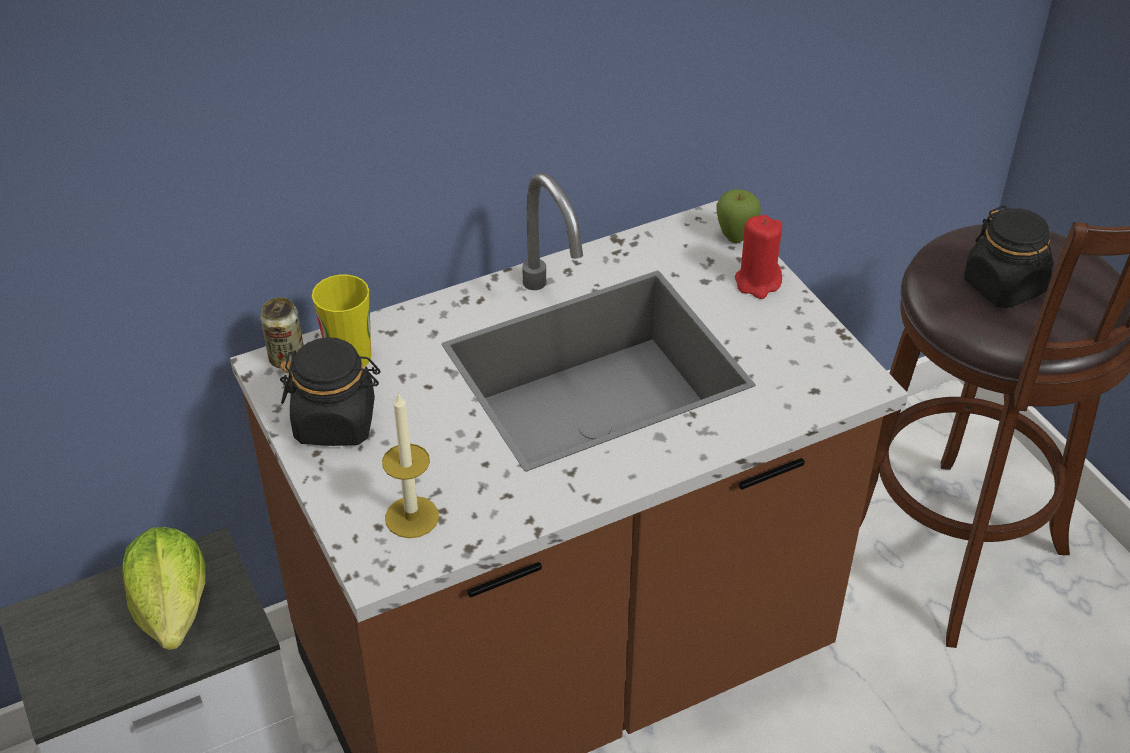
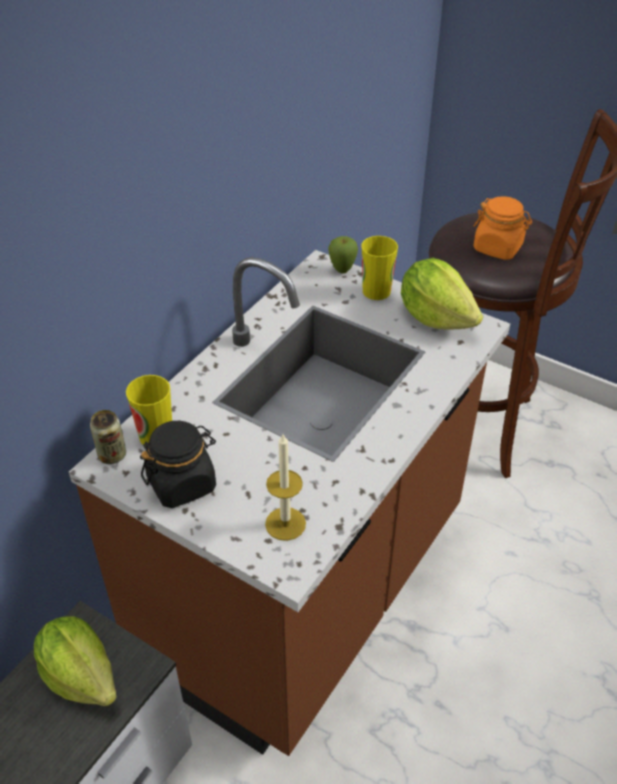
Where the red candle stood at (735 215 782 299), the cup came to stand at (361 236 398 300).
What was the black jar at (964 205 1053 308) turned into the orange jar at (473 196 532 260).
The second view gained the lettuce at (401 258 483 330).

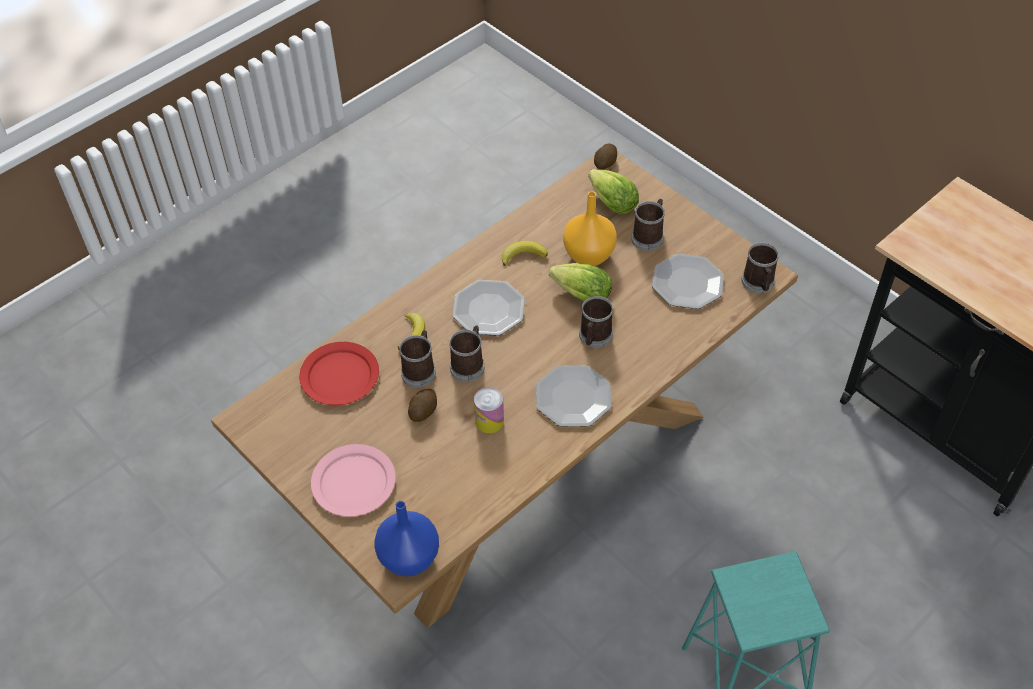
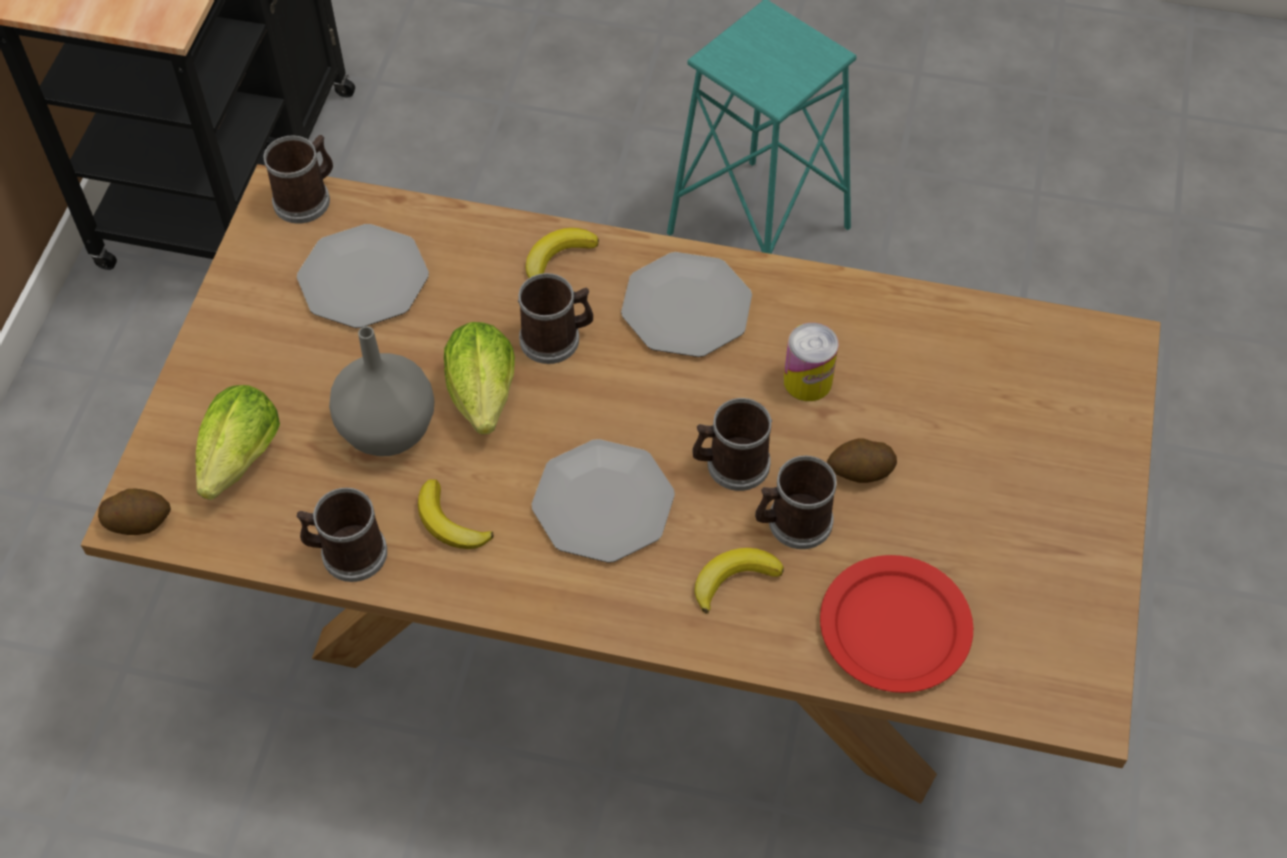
The second view lost the pink plate at (311 444 396 517).
The second view lost the blue vase at (374 501 439 577).
What was the orange vase at (563 191 617 266) turned into the grey vase at (329 326 434 456).
The mug ended up elsewhere, having gone from (631 199 665 251) to (297 488 387 582).
The second view gained the banana at (526 228 599 278).

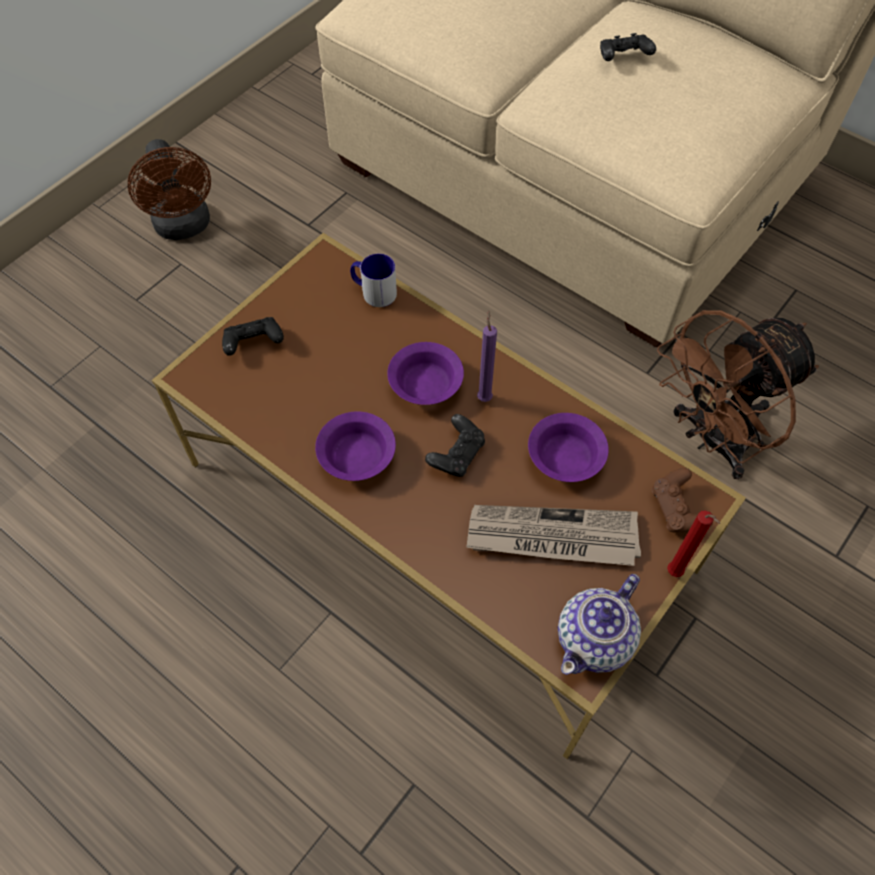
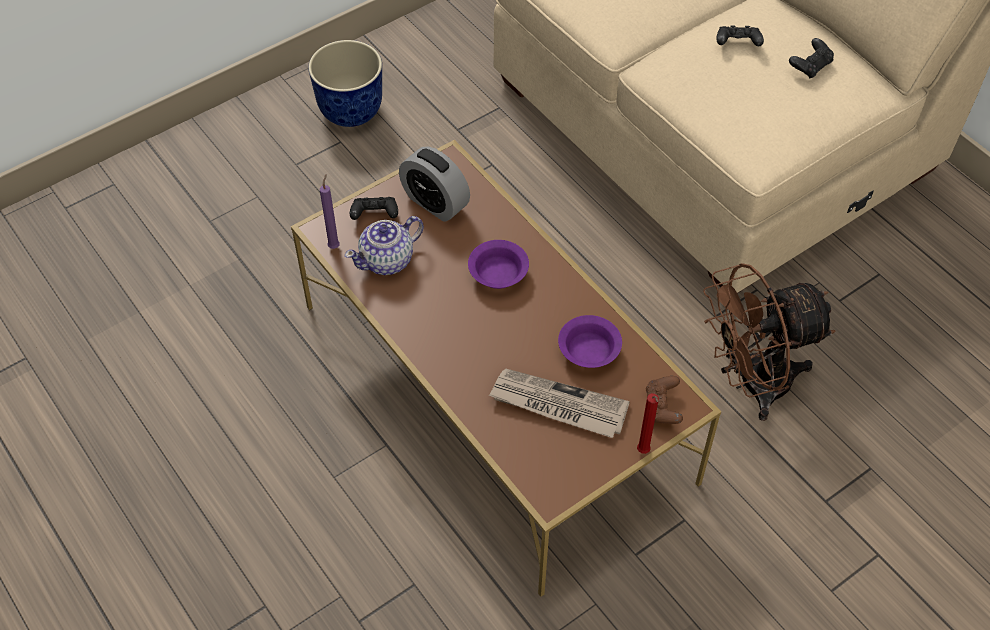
Where the brown fan stood at (128 139 211 240), the planter came to stand at (308 40 382 127).
The second view lost the purple bowl at (315 411 396 481).
The second view lost the mug at (350 254 397 307).
The black game controller ended up elsewhere, having gone from (425 414 485 477) to (789 38 834 79).
The purple candle ended up elsewhere, having gone from (477 310 497 402) to (320 174 340 249).
The teapot ended up elsewhere, having gone from (558 574 641 675) to (345 216 424 275).
The second view gained the alarm clock at (399 146 470 221).

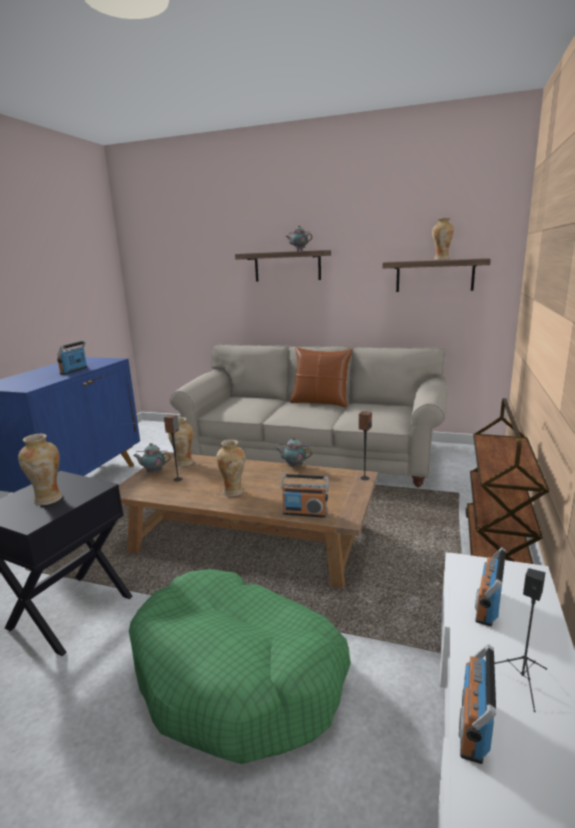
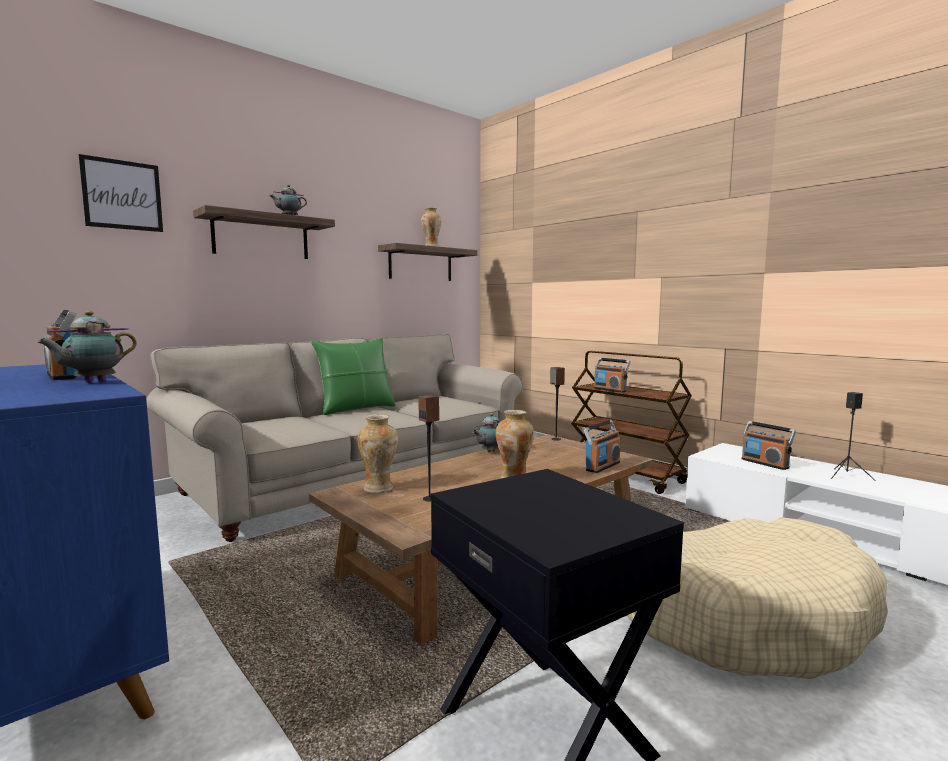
The second view lost the vase at (18 434 62 505).
What was the green dog bed at (129 569 351 764) turned into the beige dog bed at (627 517 888 679).
The teapot ended up elsewhere, having gone from (133 443 171 473) to (37 311 137 383).
What was the brown pillow at (290 347 353 408) turned into the green pillow at (311 338 395 415).
The radio ended up elsewhere, having gone from (459 644 496 764) to (594 358 630 393).
The second view gained the picture at (79 154 163 232).

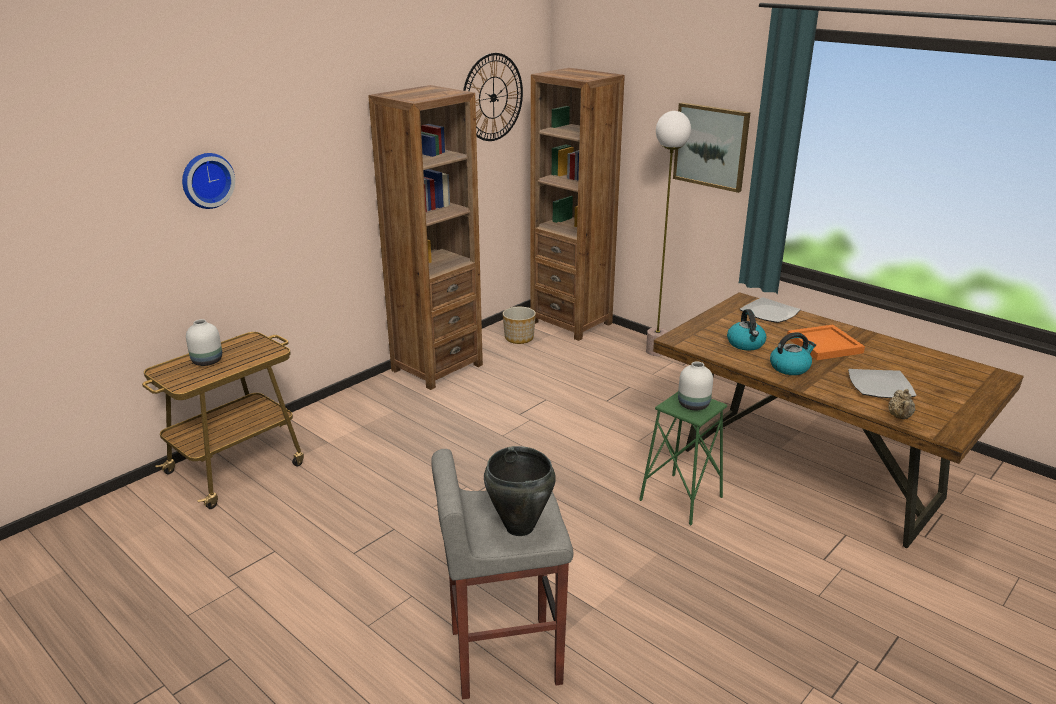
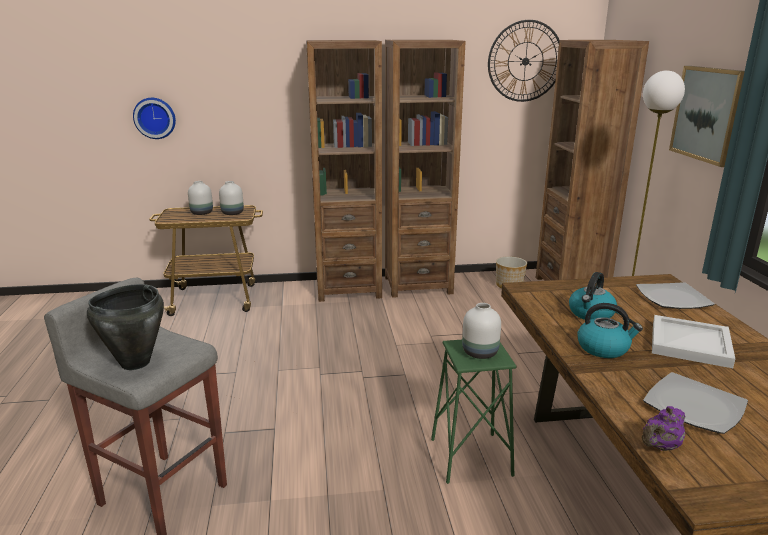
The wall clock ended up elsewhere, having gone from (182 153 235 209) to (133 98 176 139).
What was the orange tray at (787 325 865 360) turned into the white tray at (652 315 735 368).
What was the beige teapot at (888 389 915 419) turned into the purple teapot at (642 406 685 451).
The second view gained the white vase at (219 181 244 215).
The second view gained the brown bookcase at (306 40 382 302).

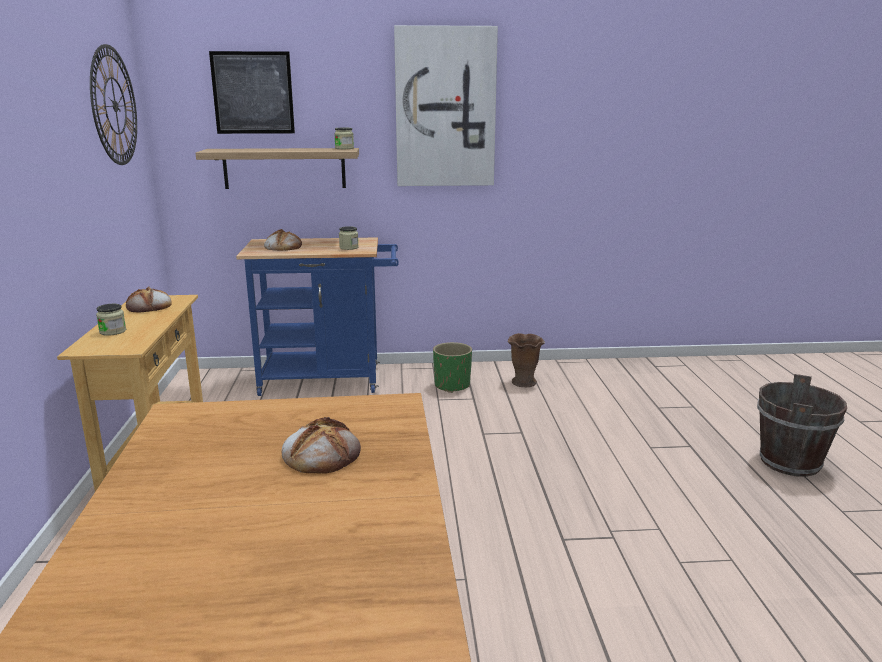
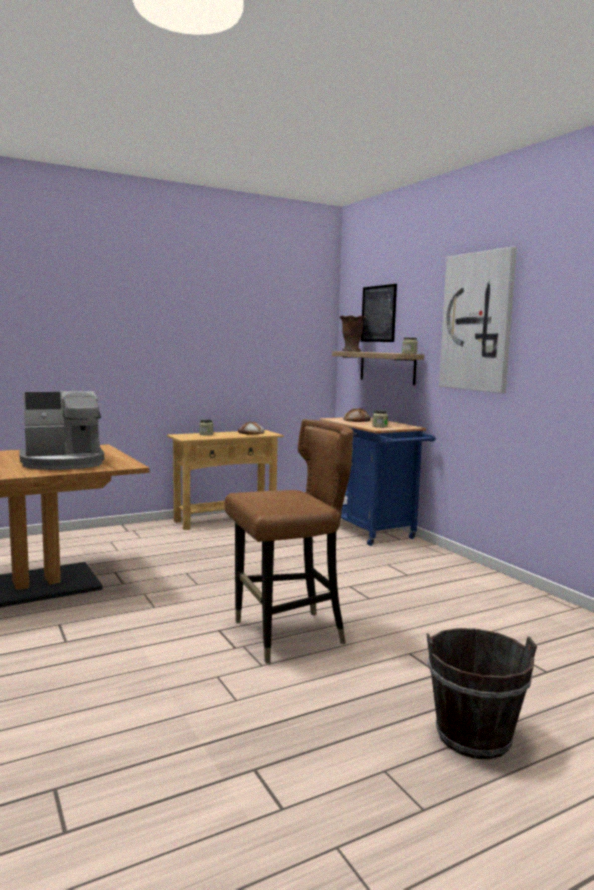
The second view lost the wall clock at (90 44 137 165).
Where the bread stood at (282 417 361 474), the coffee machine came to stand at (19 391 104 470).
The second view lost the green planter at (433 342 472 393).
The brown vase ended up elsewhere, having gone from (508 333 545 387) to (339 315 366 352).
The second view gained the brown chair at (225 419 354 664).

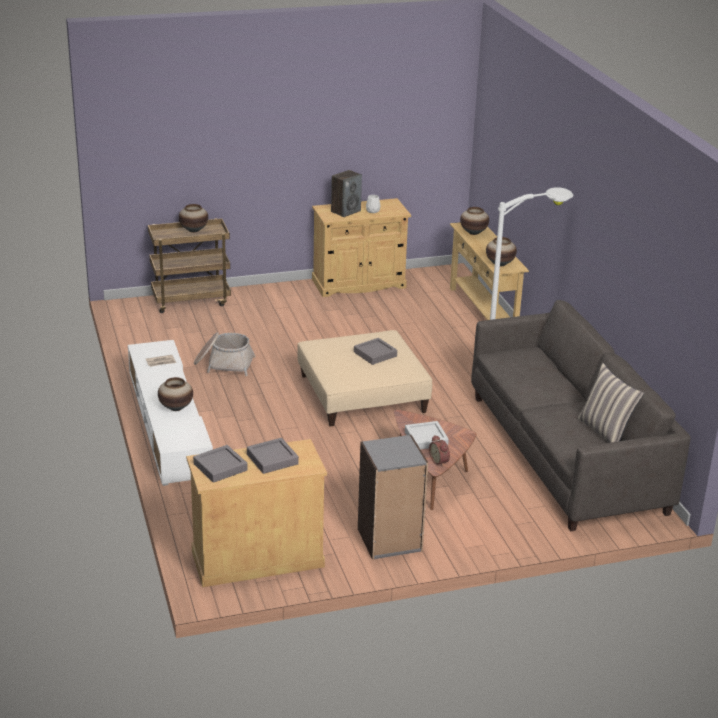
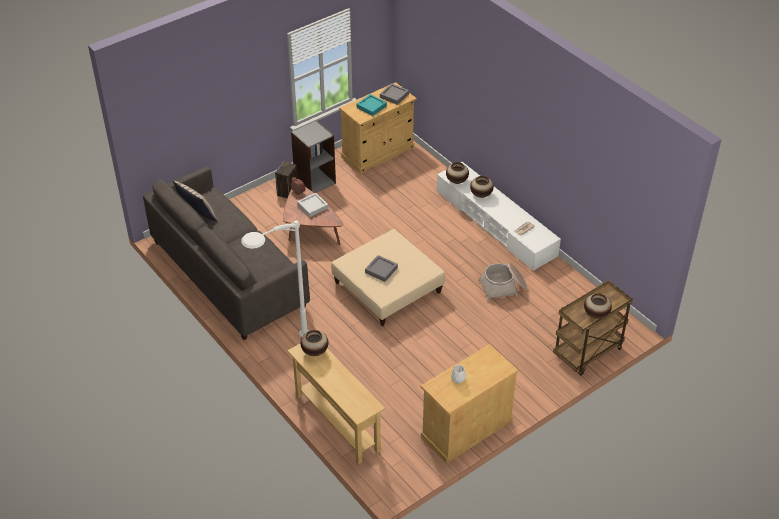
What was the grey tray at (247 438 299 474) turned into the turquoise tray at (356 94 387 116).
The speaker ended up elsewhere, having gone from (331 170 362 217) to (275 161 297 198).
The vase ended up elsewhere, having gone from (460 207 489 235) to (446 162 469 184).

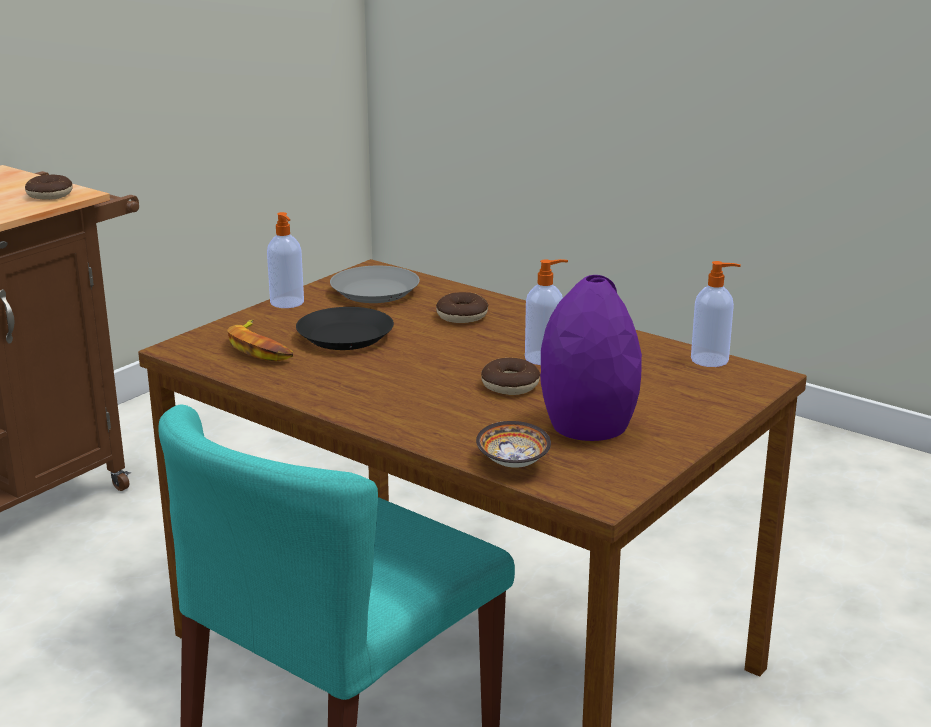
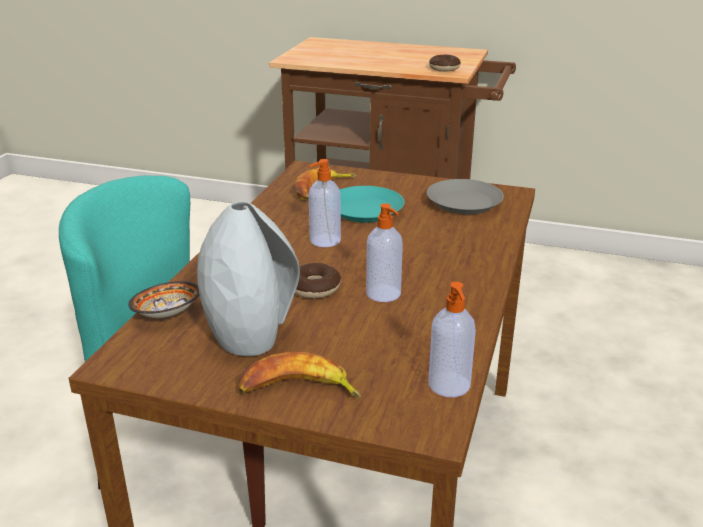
The soap dispenser ended up elsewhere, having gone from (267 212 304 308) to (309 159 341 247).
What was the black plate at (296 307 394 350) turned into the turquoise plate at (340 186 404 223).
The second view lost the donut at (436 292 489 323).
What was the purple vase at (540 275 642 441) turned into the grey vase at (197 201 300 356).
The second view gained the banana at (238 352 361 398).

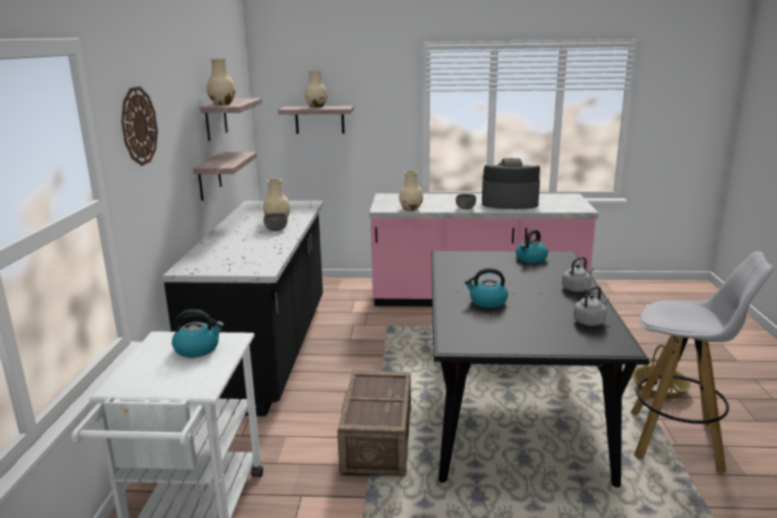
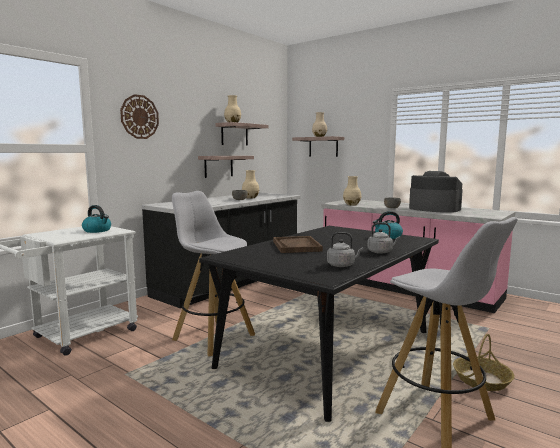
Where the crate stood at (337 371 411 476), the white stool came to stand at (172 191 255 357).
Where the kettle stood at (465 268 508 308), the brown tray came to stand at (273 236 323 253).

